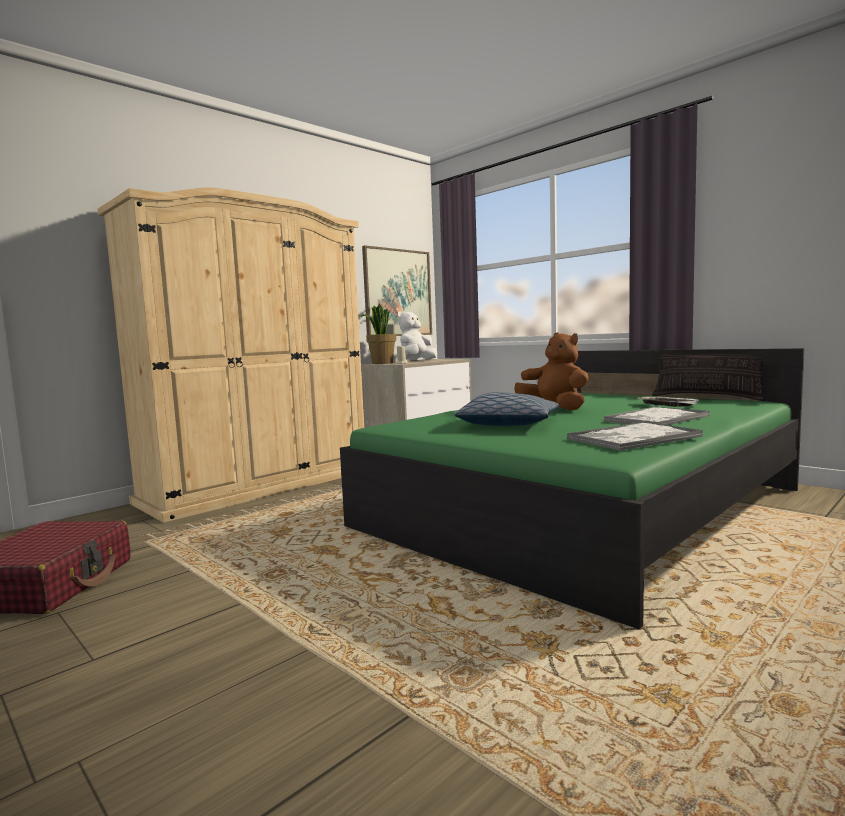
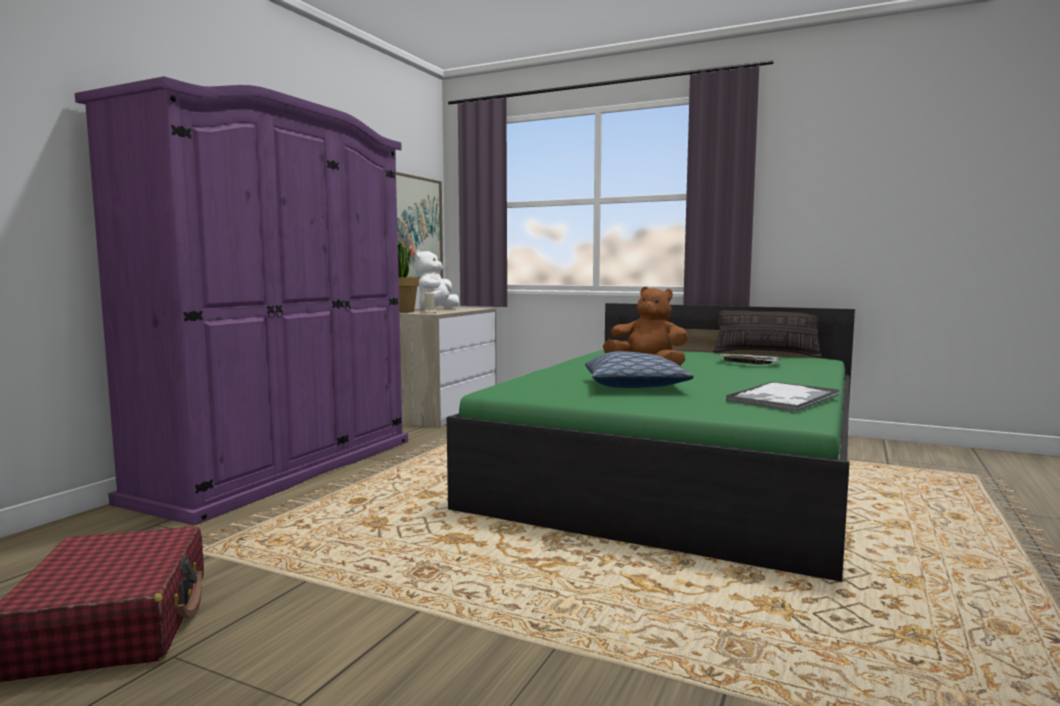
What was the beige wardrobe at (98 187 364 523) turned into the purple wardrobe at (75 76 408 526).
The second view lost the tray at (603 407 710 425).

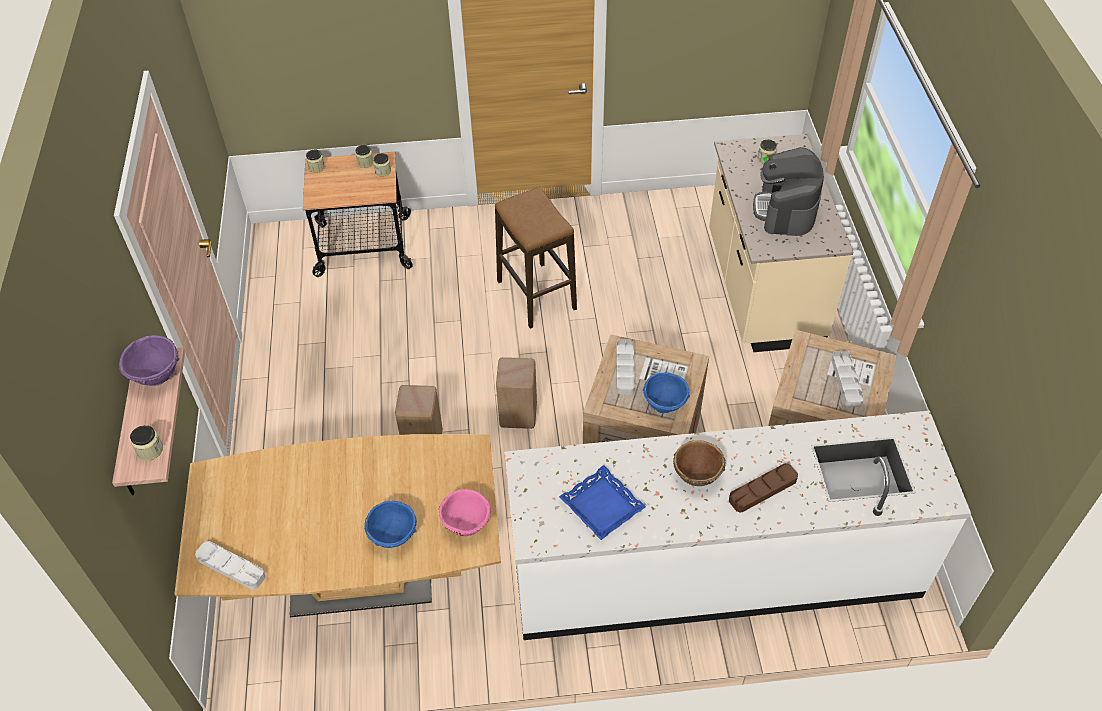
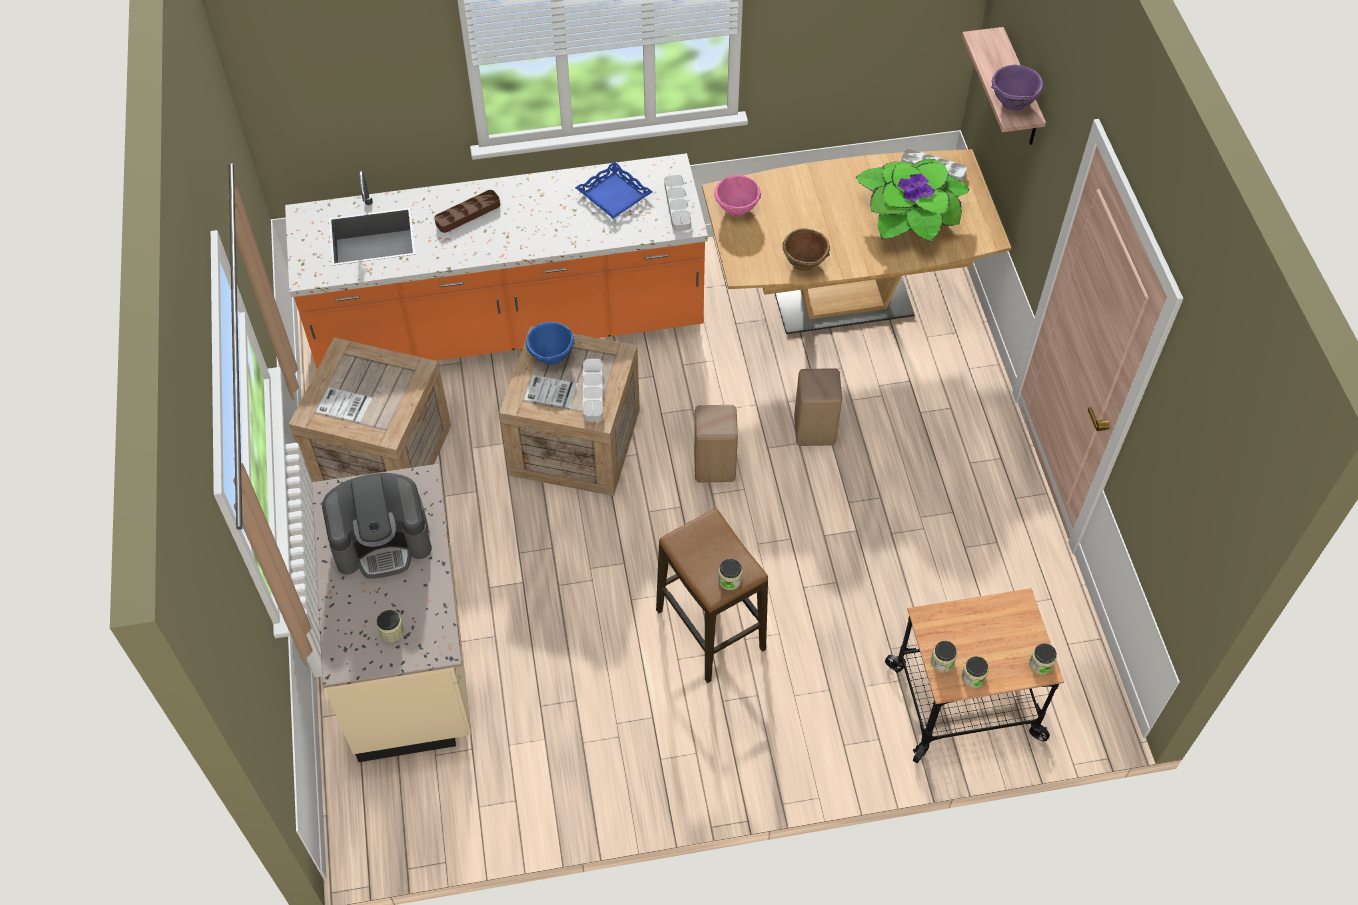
The jar ended up elsewhere, having gone from (130 425 163 461) to (718 559 742 590).
The second view lost the blue bowl at (364 501 417 548).
What was the white counter at (505 411 971 640) turned into the orange counter at (285 153 708 369).
The brown bowl ended up elsewhere, having gone from (673 440 726 486) to (782 228 830 271).
The coffee machine at (753 147 824 236) ended up facing another way, 75 degrees clockwise from before.
The grey tray ended up elsewhere, having gone from (831 351 864 407) to (665 175 691 231).
The second view gained the potted plant at (855 158 969 242).

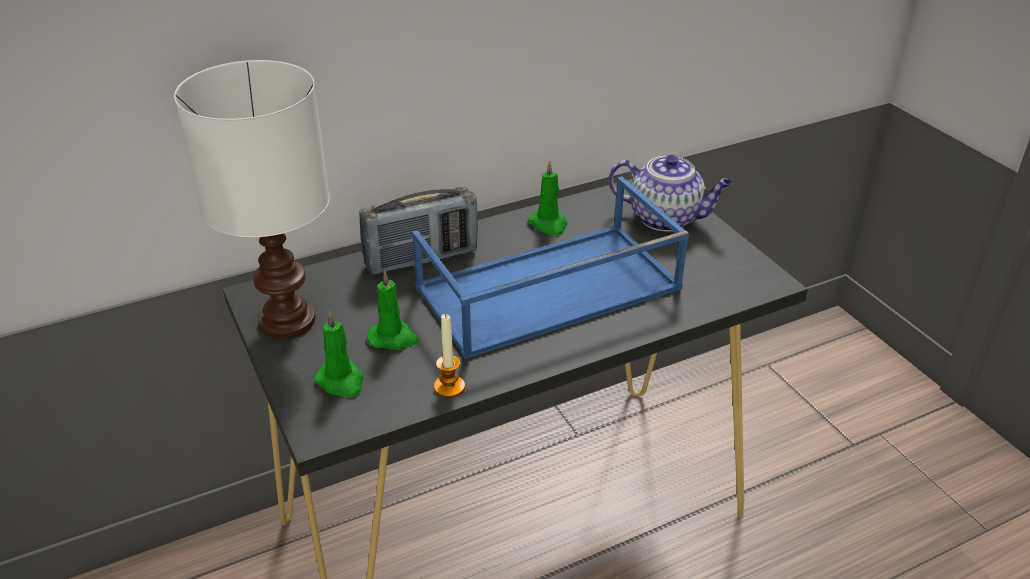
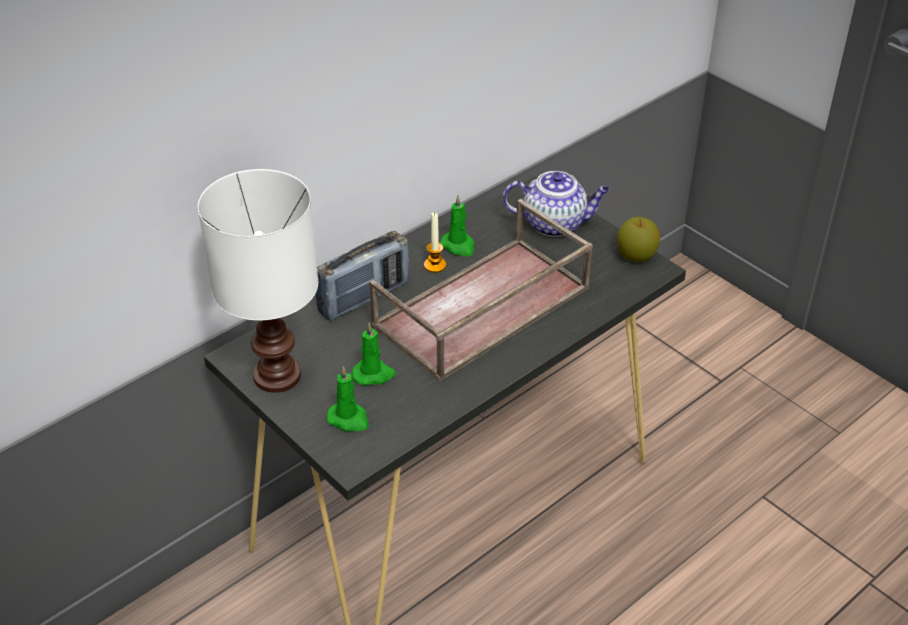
What was the blue tray at (412 176 689 359) turned into the brown tray at (370 199 593 382).
The candle ended up elsewhere, having gone from (434 314 465 398) to (424 212 446 273).
The second view gained the apple at (617 217 660 262).

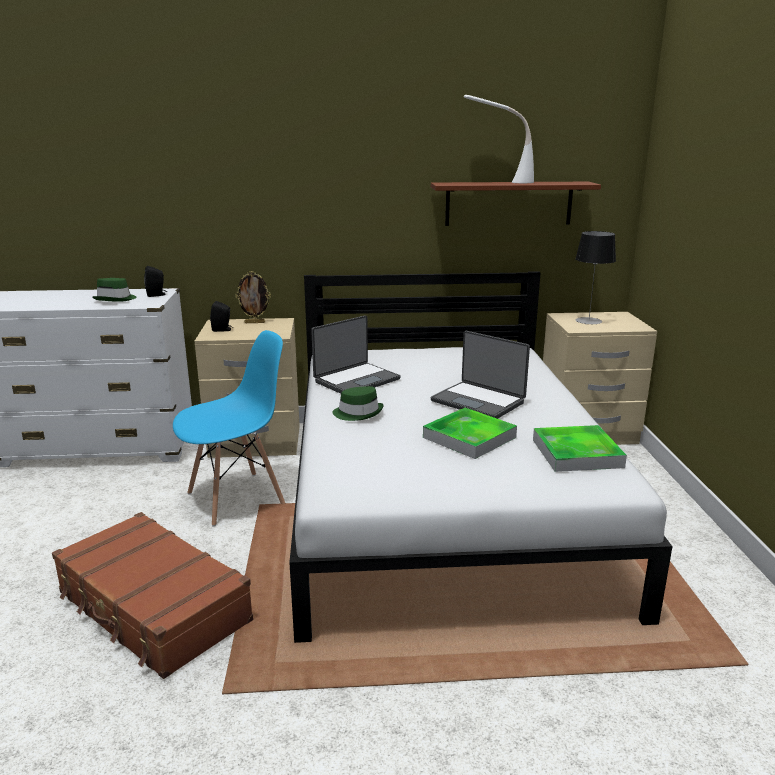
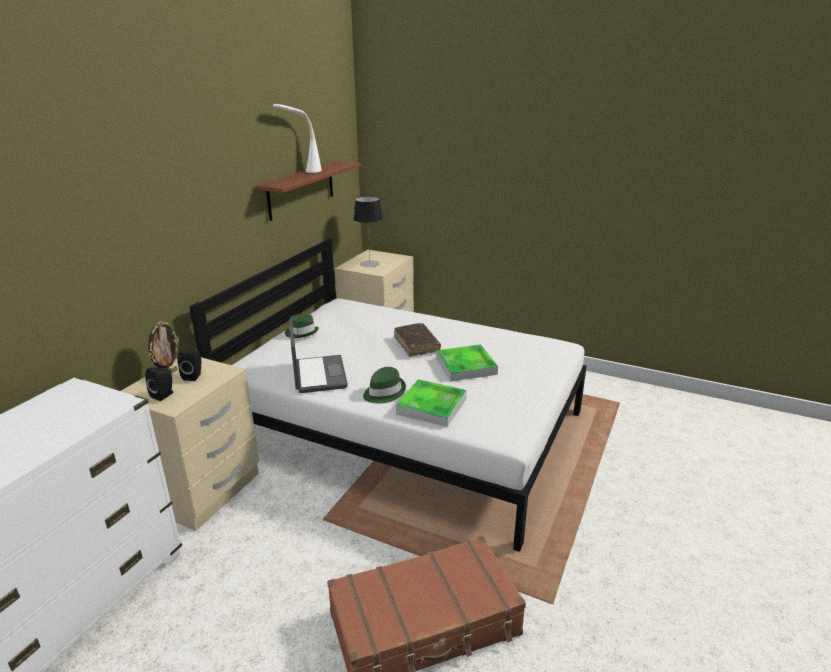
The green hat ended up elsewhere, having gone from (93 278 137 302) to (285 314 319 338).
The black speaker ended up elsewhere, having gone from (144 266 167 297) to (177 350 201 381).
The second view lost the blue chair at (173 330 285 526).
Where the laptop stood at (431 331 530 419), the brown book came to stand at (394 323 441 357).
The tray ended up elsewhere, having gone from (533 425 627 472) to (396 379 467 427).

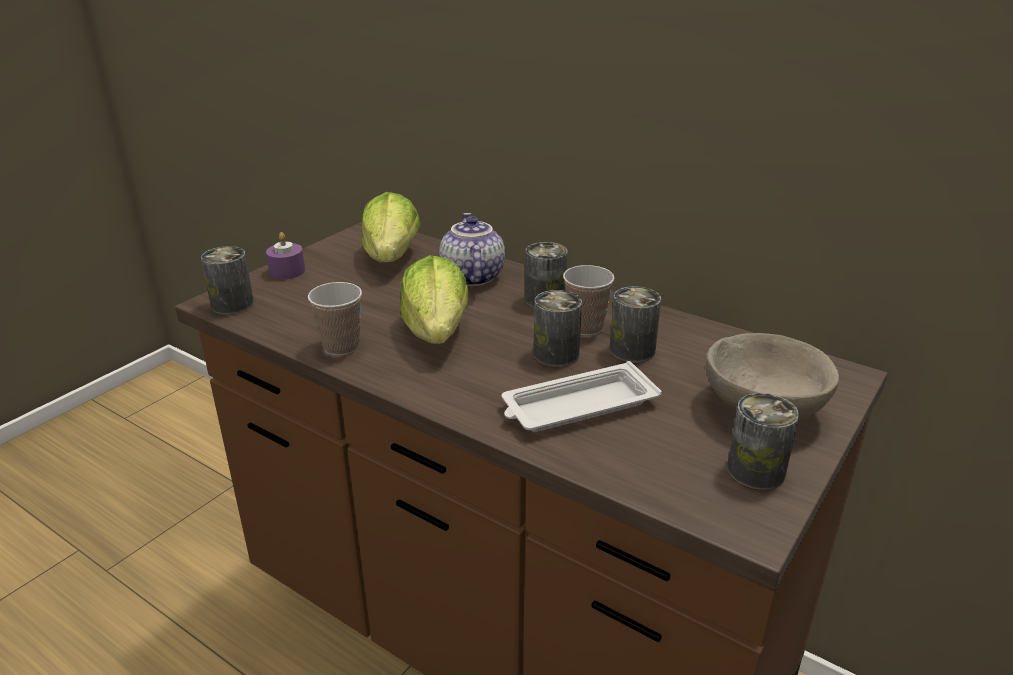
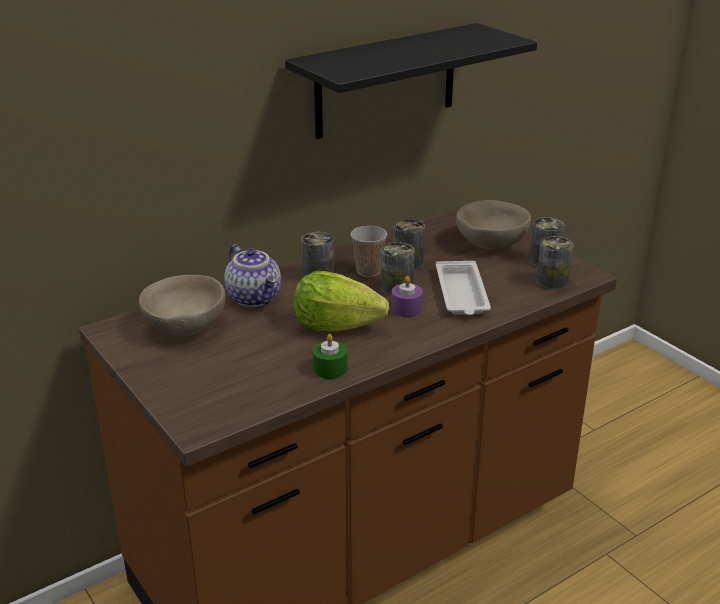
The can ended up elsewhere, having gone from (201 246 254 315) to (536 236 574 290).
The purple candle ended up elsewhere, having gone from (266 232 305 279) to (391 276 423 317).
Where the cup stood at (308 282 362 356), the green candle came to stand at (313 334 347 379).
Where the lettuce stood at (362 192 420 262), the beige bowl came to stand at (139 275 226 336).
The teapot at (439 213 505 286) ended up facing another way, 135 degrees counterclockwise from before.
The second view gained the black shelf at (285 23 537 139).

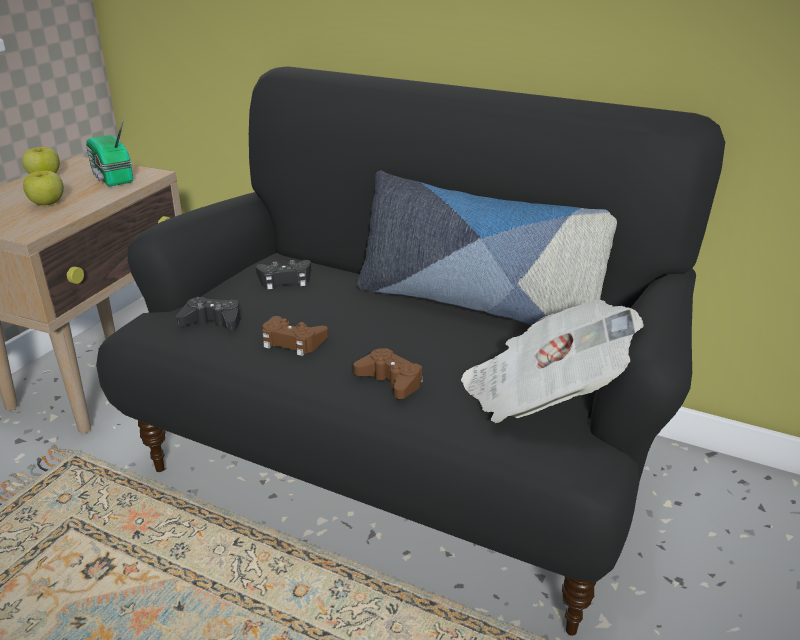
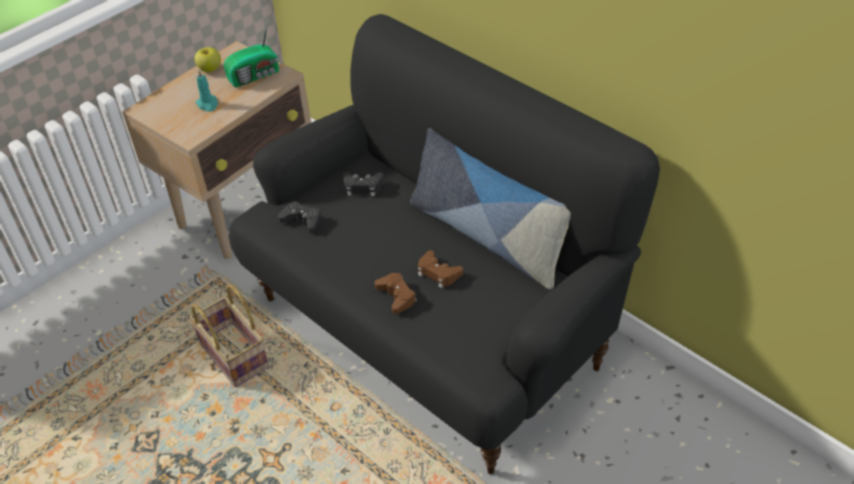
Where the apple stood at (23 171 64 205), the turquoise candle came to stand at (195 70 218 112).
The radio at (86 117 133 186) ended up facing another way, 105 degrees counterclockwise from before.
The brown game controller ended up elsewhere, having gone from (262 316 328 356) to (418 250 463 288).
The second view lost the newspaper at (461 299 644 423).
The second view gained the basket at (189 284 269 387).

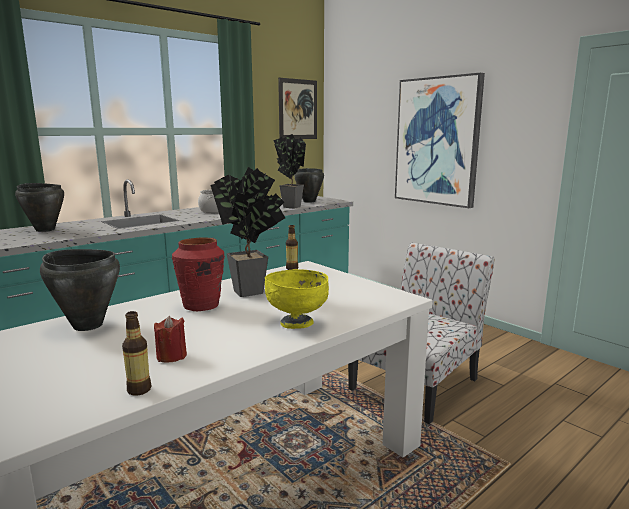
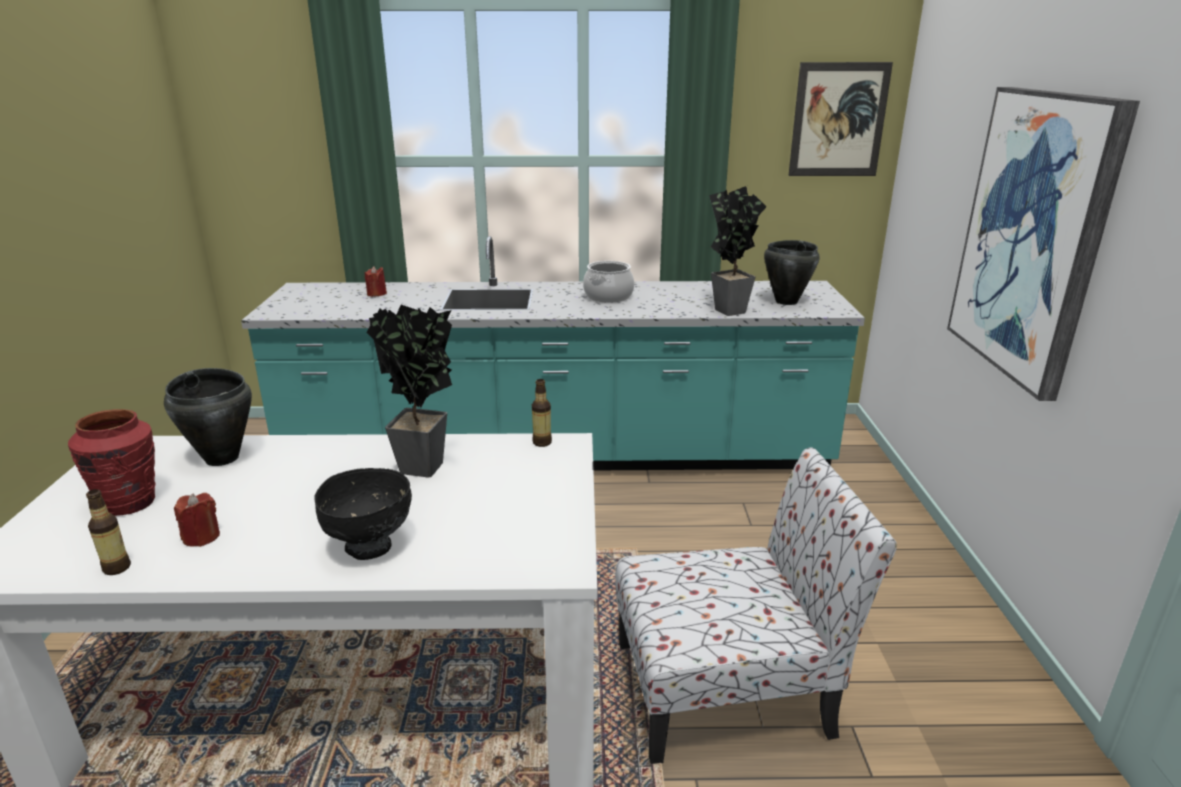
Where the black cooking pot stood at (15 183 64 232), the red candle came to stand at (364 266 387 297).
The red vase ended up elsewhere, having gone from (172 237 225 311) to (68 409 155 516).
What was the yellow bowl at (265 269 329 329) turned into the black bowl at (314 468 412 560).

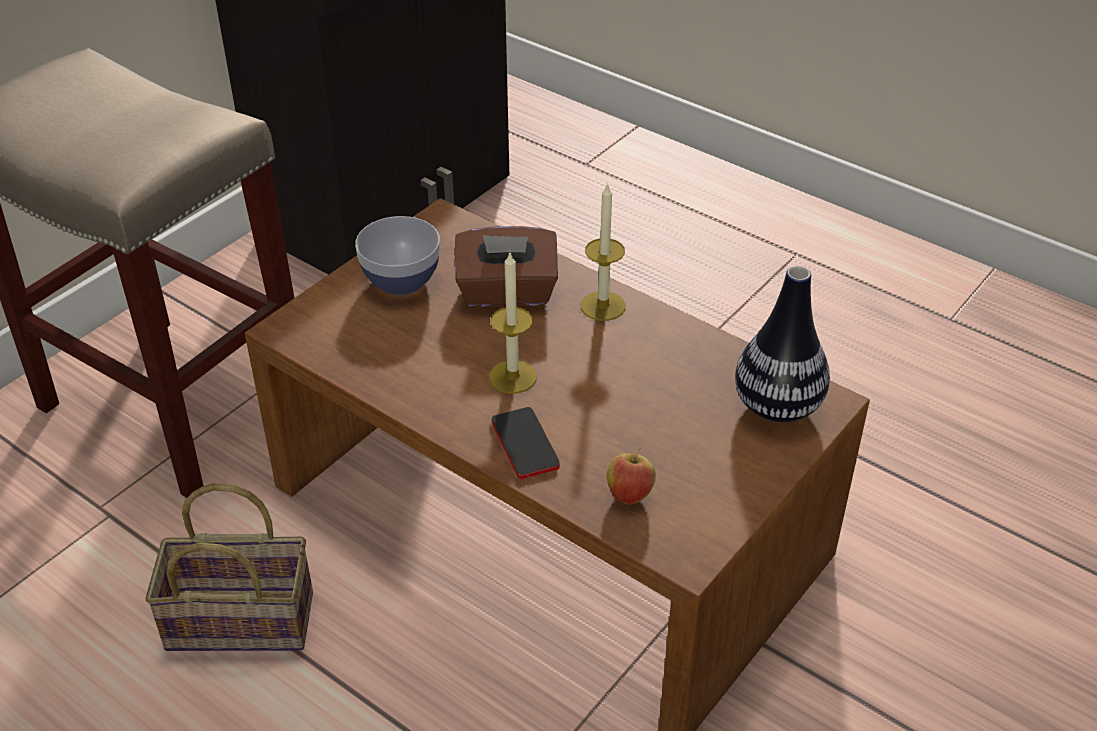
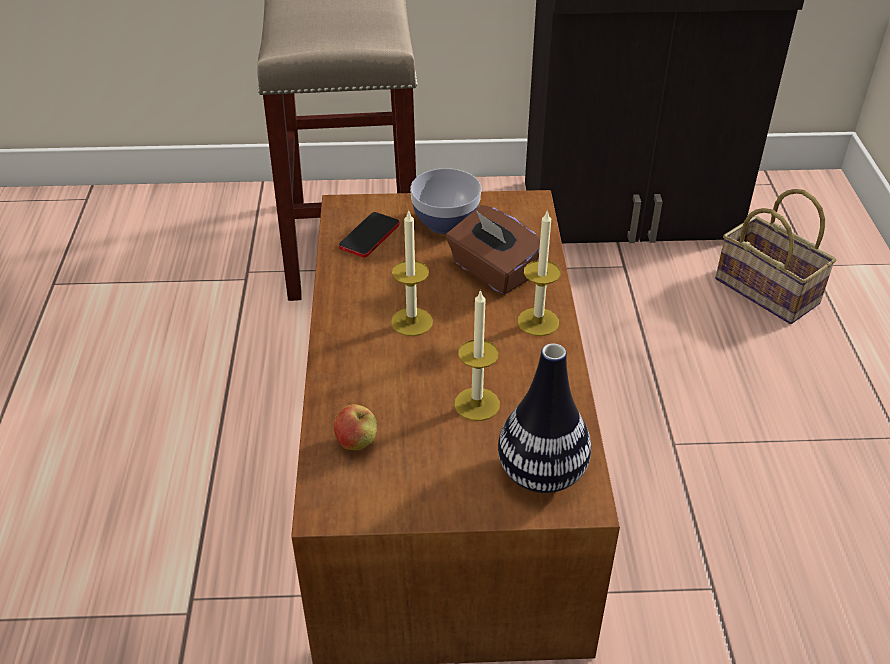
The basket ended up elsewhere, having gone from (145 483 313 651) to (715 189 836 324).
The phone ended up elsewhere, having gone from (492 407 560 479) to (339 212 400 258).
The second view gained the candle at (454 289 500 421).

